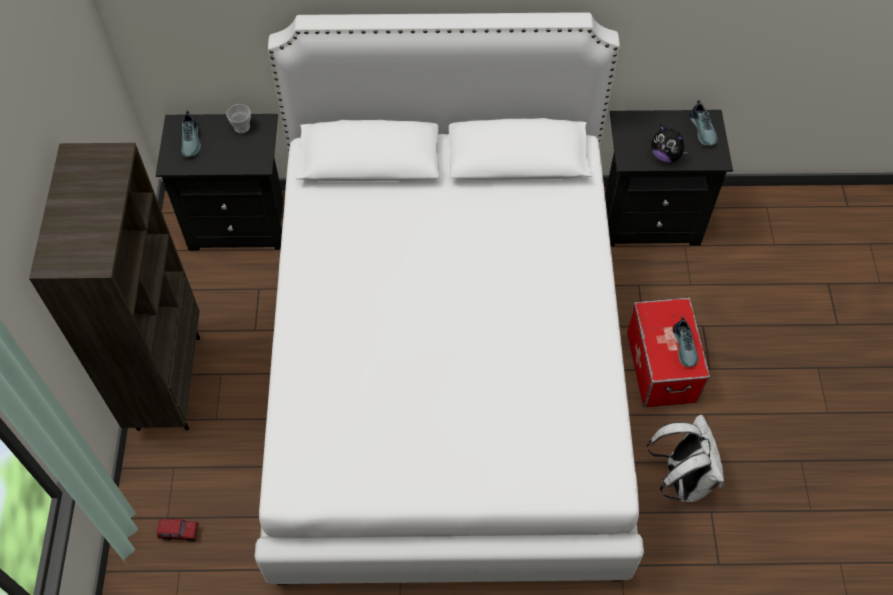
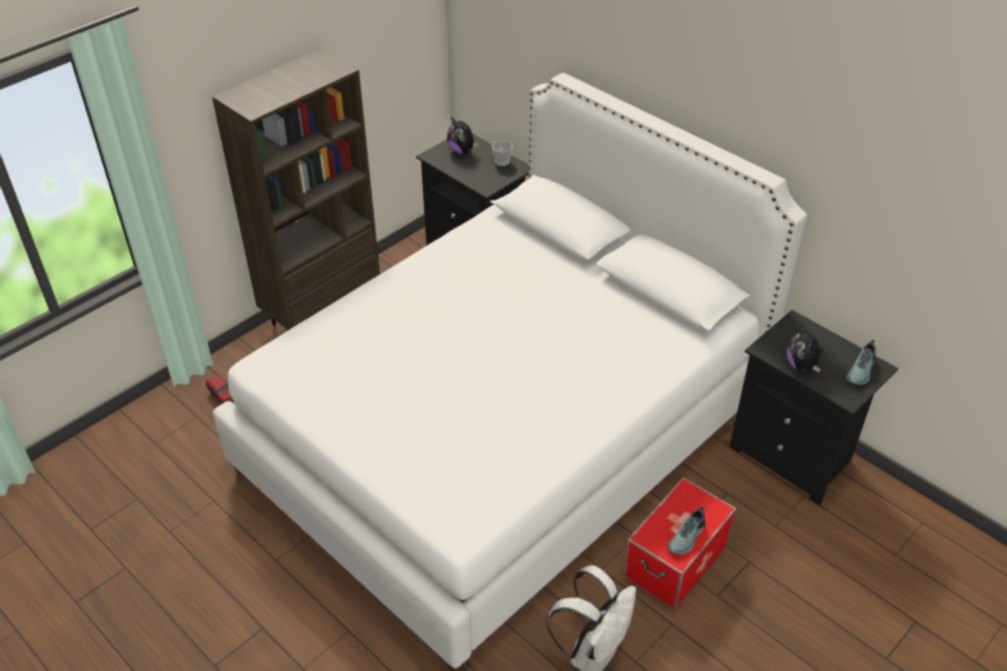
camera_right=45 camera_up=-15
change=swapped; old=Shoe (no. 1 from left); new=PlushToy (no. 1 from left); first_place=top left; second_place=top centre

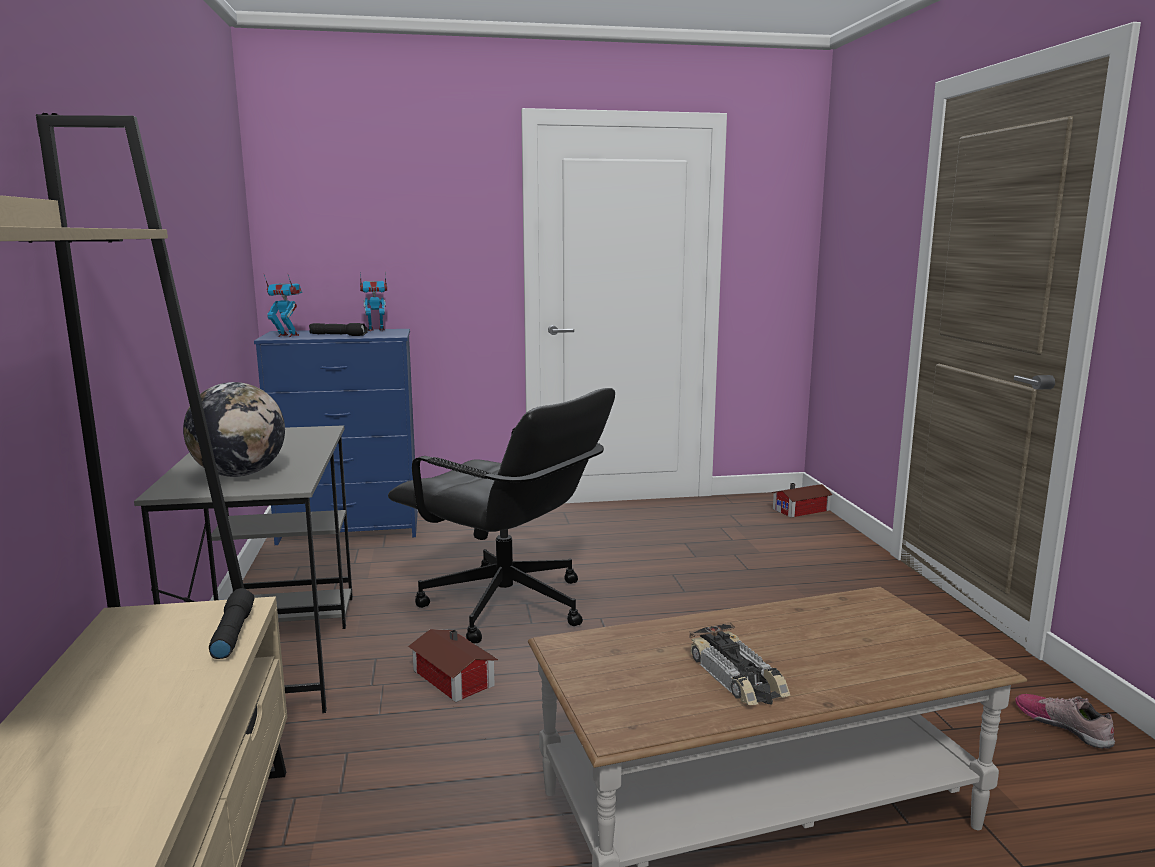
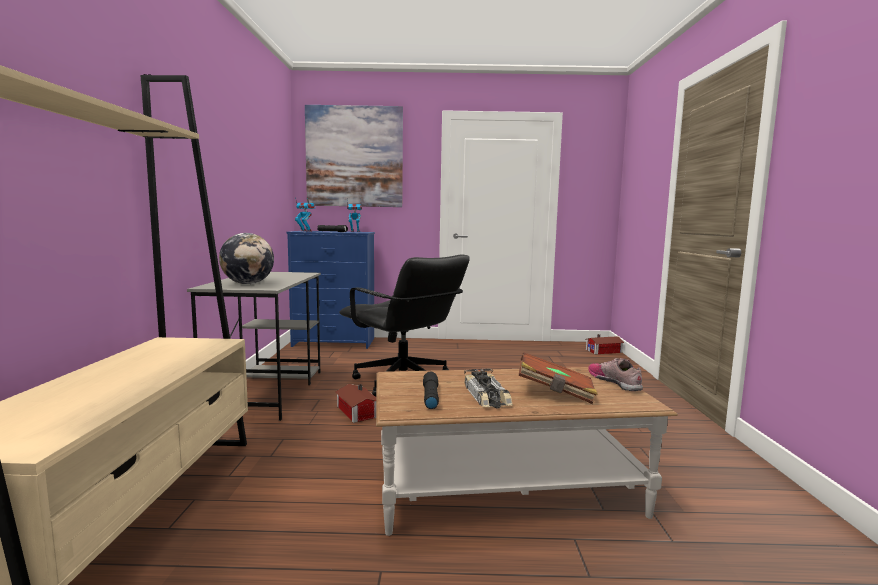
camera_right=10 camera_up=-5
change=shifted; old=BlackFlashlight (no. 1 from left in the first image); new=BlackFlashlight (no. 2 from left); first_place=bottom left; second_place=bottom centre
change=shifted; old=Shoe; first_place=bottom right; second_place=middle right
change=new; new=Picture; second_place=top centre
change=new; new=BrownBook; second_place=centre

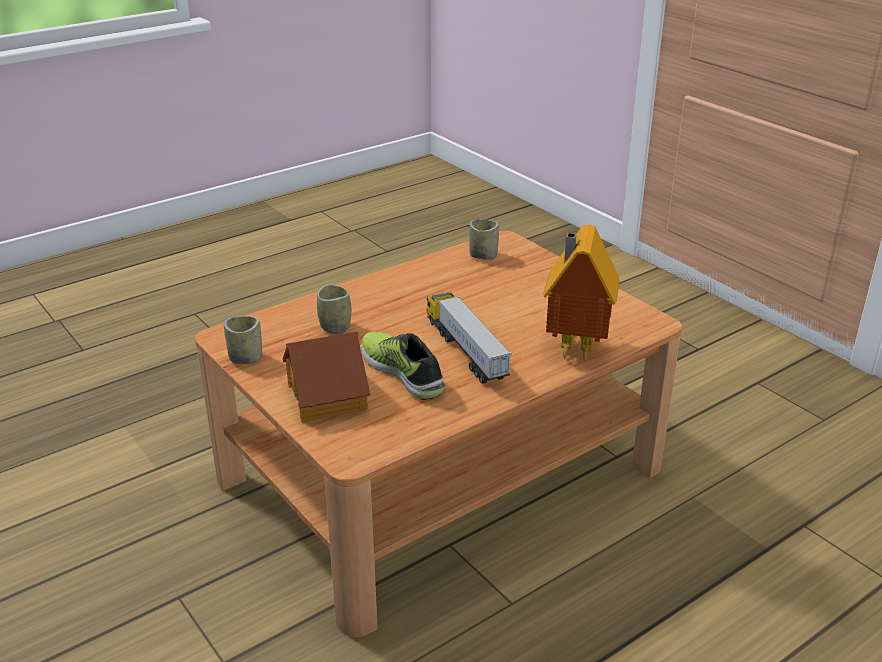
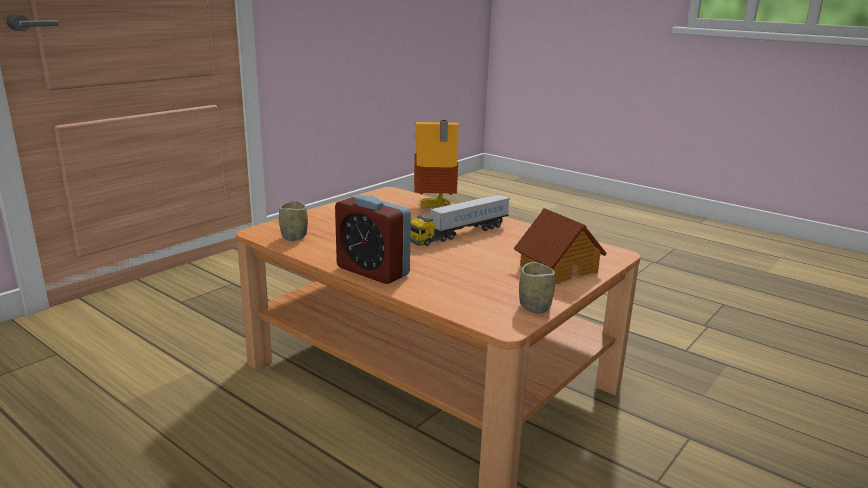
camera_right=-105 camera_up=-10
change=gone; old=Cup (no. 2 from left); first_place=centre
change=gone; old=Shoe; first_place=centre
change=new; new=AlarmClock; second_place=centre

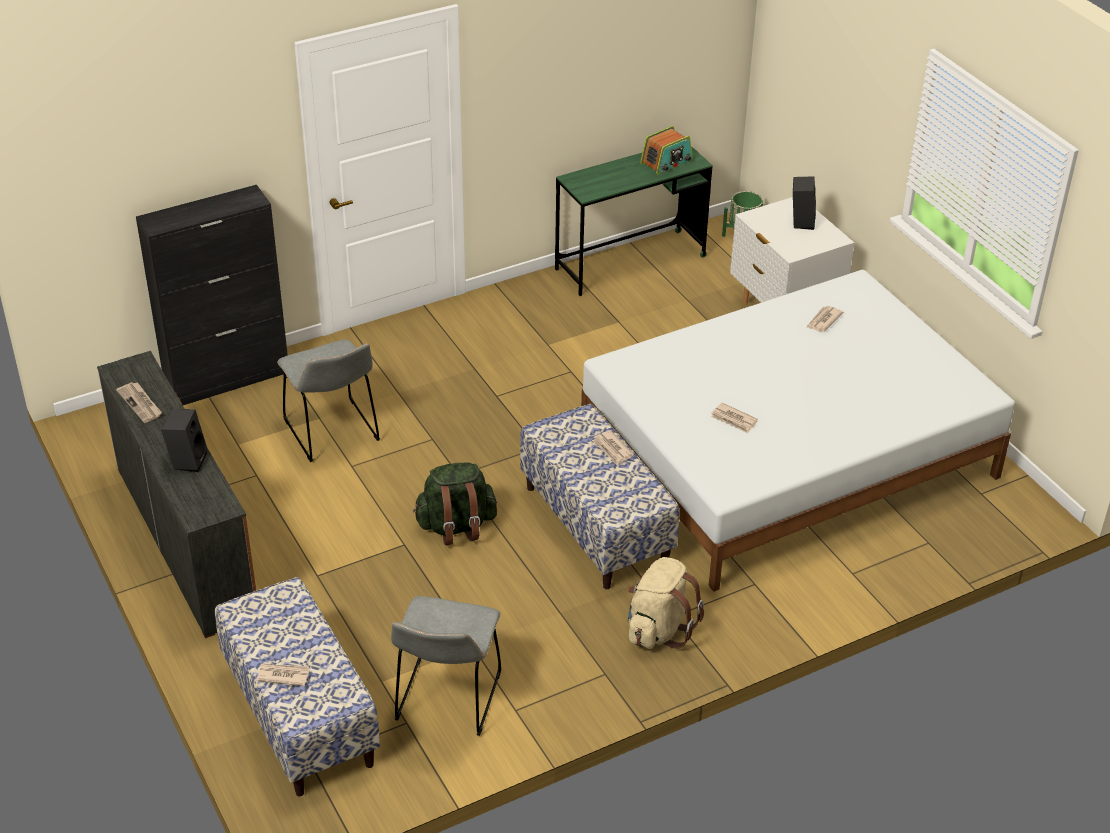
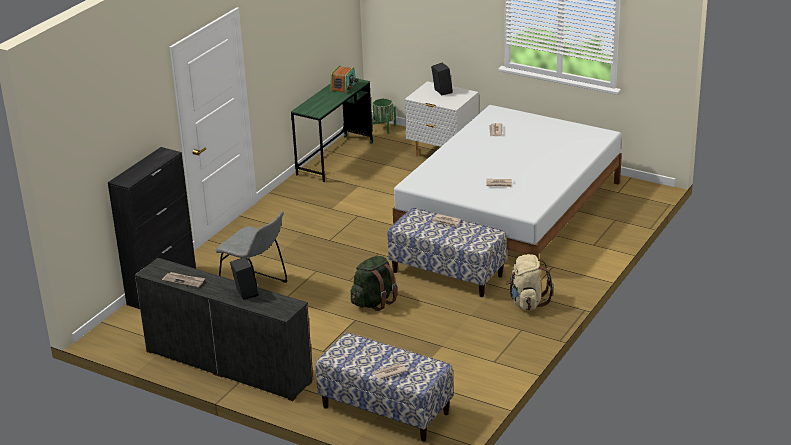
camera_right=-30 camera_up=-10
change=gone; old=GreyChair (no. 2 from left); first_place=bottom centre

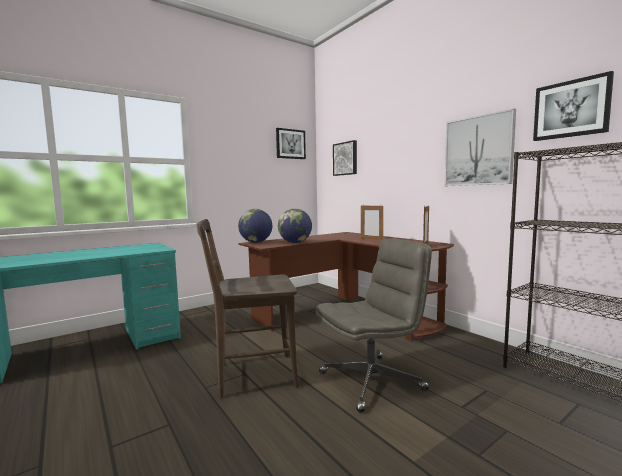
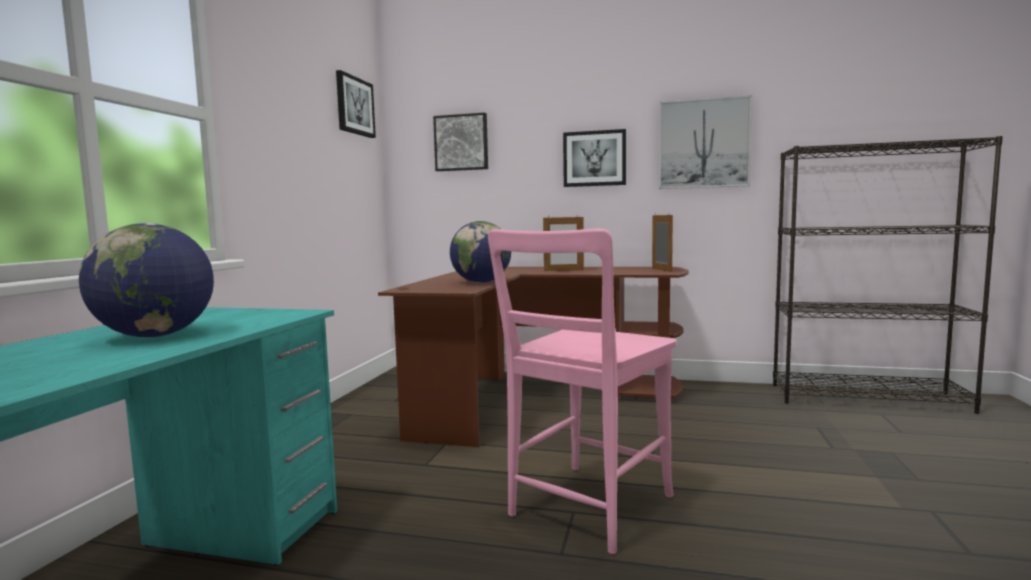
camera_right=-40 camera_up=0
change=shifted; old=Picture (no. 4 from left in the first image); new=Picture (no. 3 from left); first_place=top right; second_place=top centre
change=shifted; old=Globe (no. 1 from left); first_place=centre; second_place=middle left
change=repainted; old=BrownChair; new=PinkChair; first_place=centre; second_place=bottom centre
change=gone; old=GreyOfficeChair; first_place=bottom centre

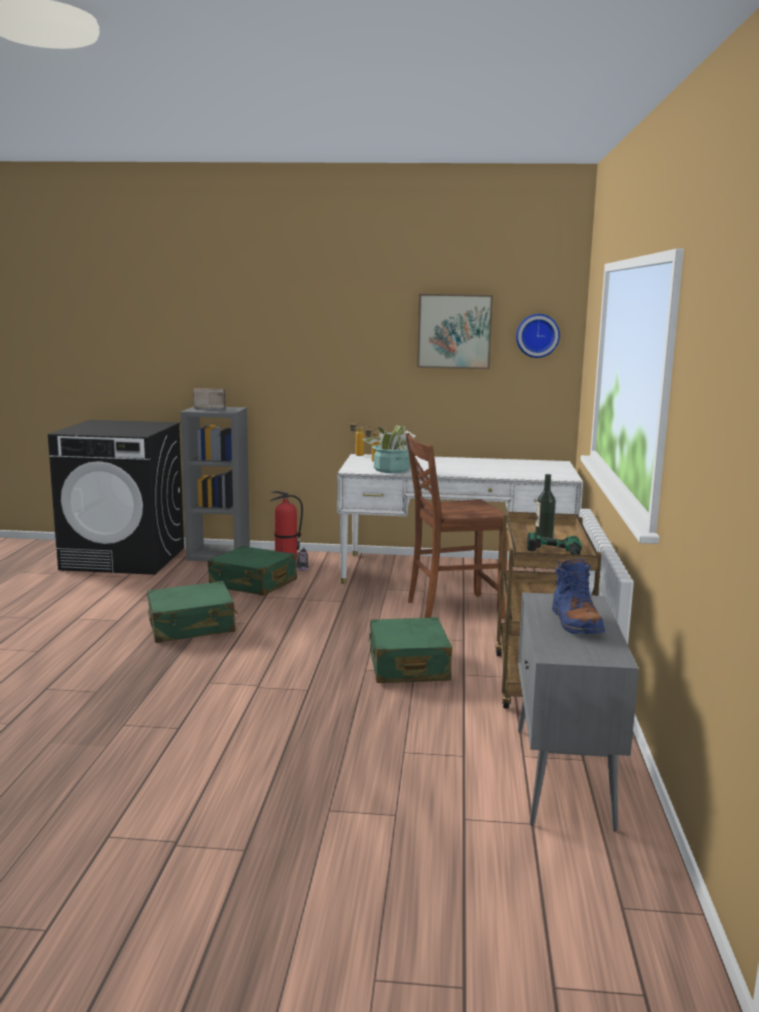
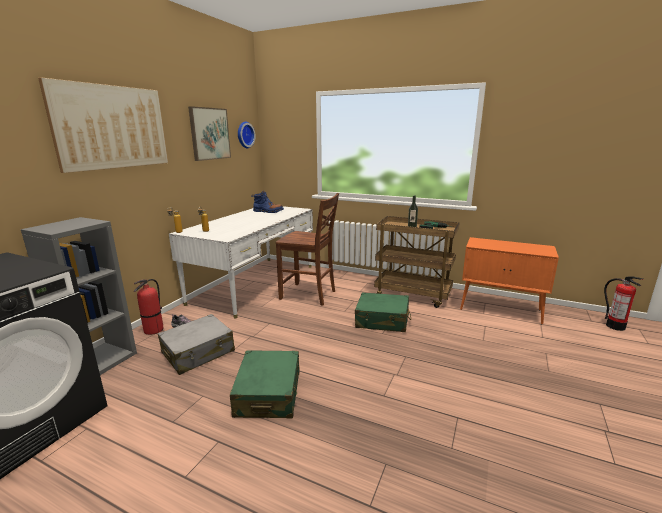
camera_right=-70 camera_up=5
change=gone; old=Radio; first_place=middle left
change=gone; old=PottedPlant; first_place=centre
change=rotated; old=BrownChair; first_place=centre; second_place=centre; degrees=-75
change=repainted; old=GreenSuitcase (no. 2 from left); new=GreySuitcase; first_place=middle left; second_place=bottom left
change=shifted; old=BlueBoot; first_place=middle right; second_place=centre
change=repainted; old=GreyCabinet; new=OrangeCabinet; first_place=bottom right; second_place=middle right
change=new; new=Picture (no. 1 from left); second_place=top left
change=new; new=FireExtinguisher (no. 2 from left); second_place=middle right

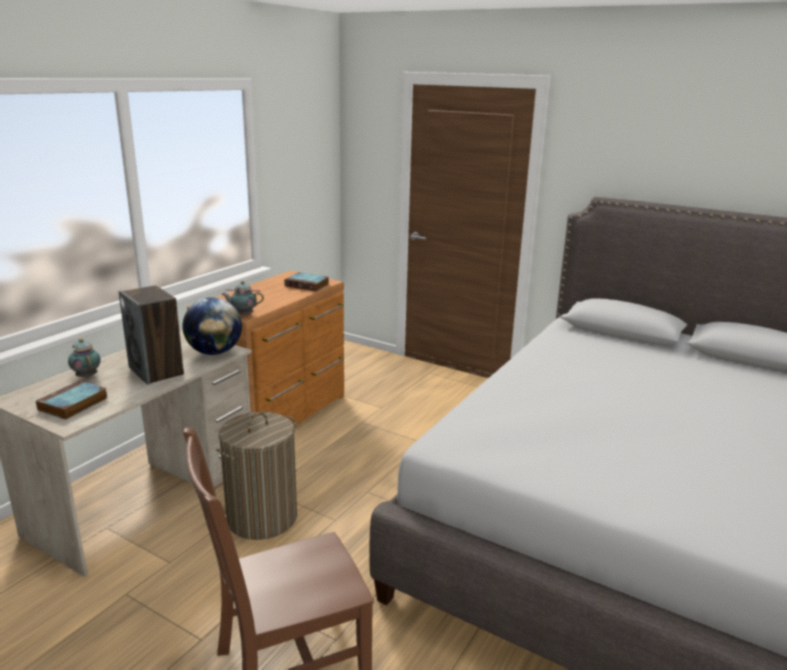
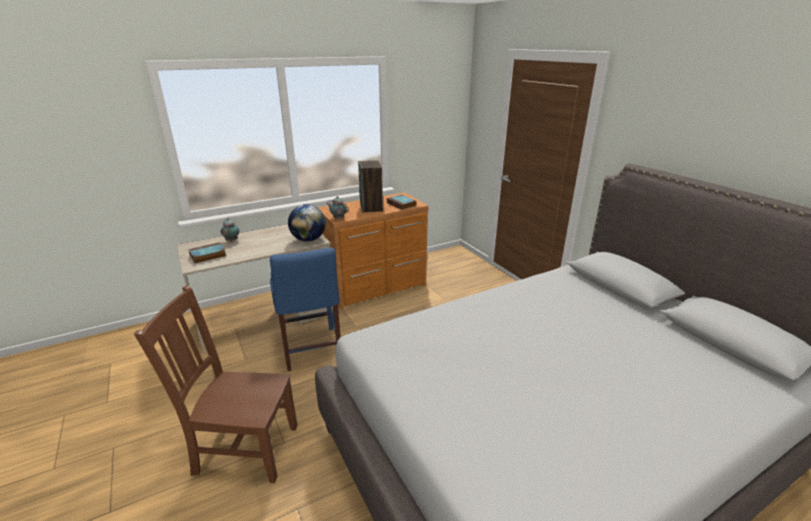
camera_right=30 camera_up=5
change=shifted; old=Speaker; first_place=middle left; second_place=centre
change=swapped; old=LaundryBasket; new=BlueChair; first_place=bottom left; second_place=centre

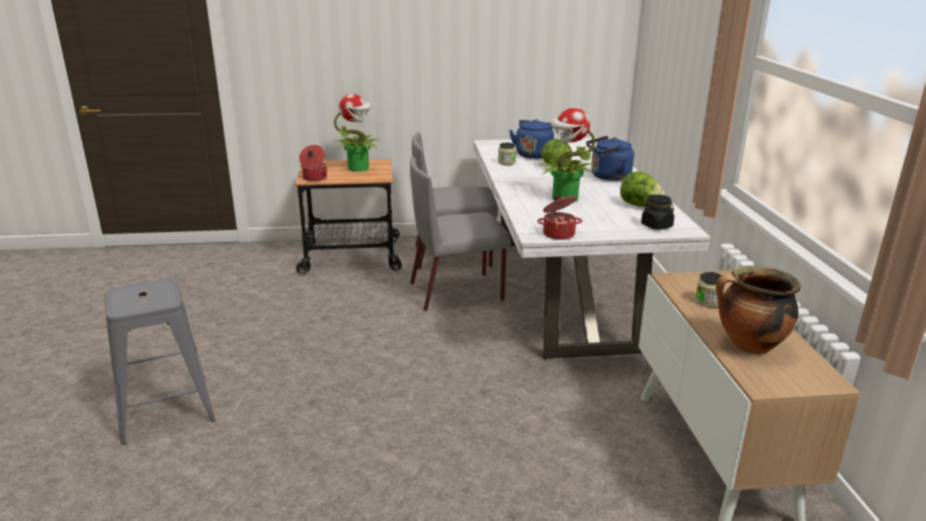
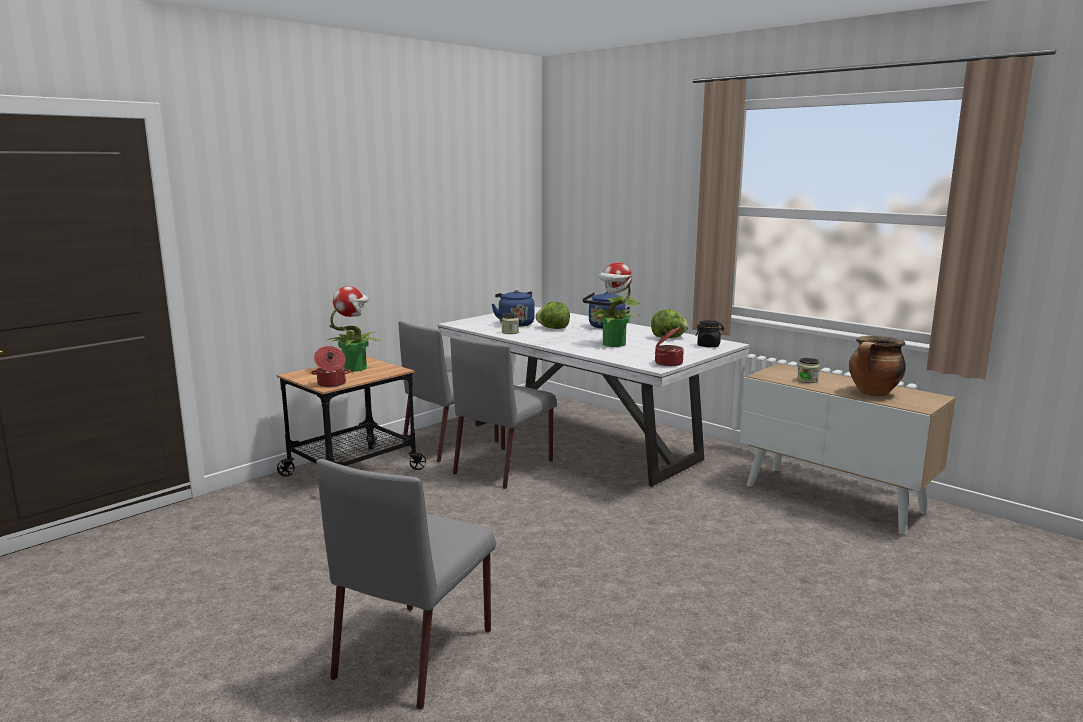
camera_right=-40 camera_up=-10
change=swapped; old=GreyStool; new=GreyChair (no. 1 from left); first_place=bottom left; second_place=bottom centre

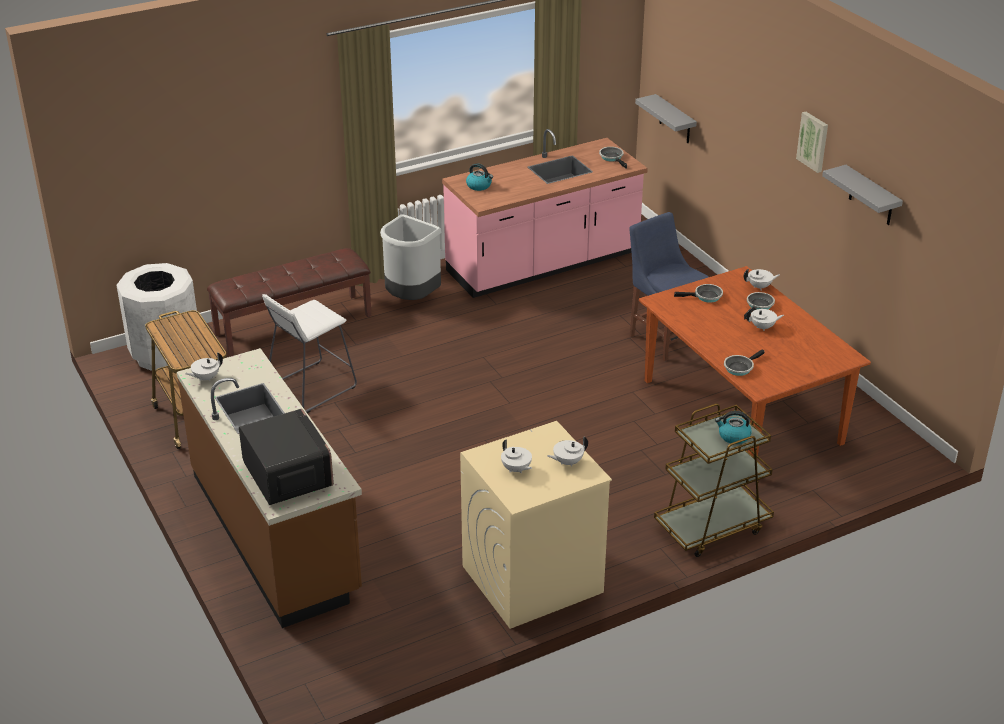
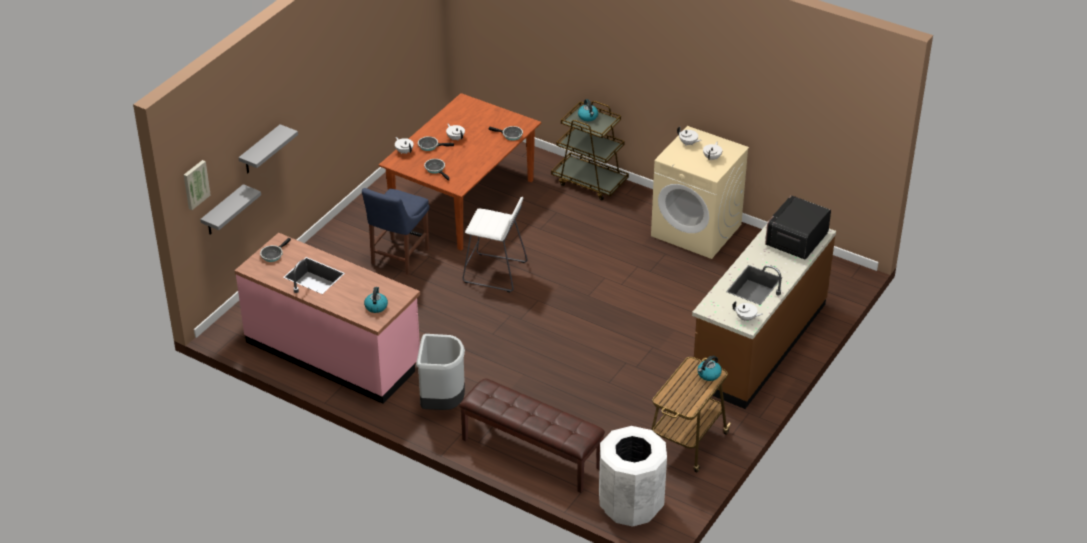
camera_right=-120 camera_up=5
change=shifted; old=Picture; first_place=top right; second_place=middle left
change=shifted; old=GreyShelf (no. 2 from left); first_place=top right; second_place=top left
change=shifted; old=WhiteStool; first_place=middle left; second_place=centre
change=new; new=Kettle (no. 3 from left); second_place=bottom centre

